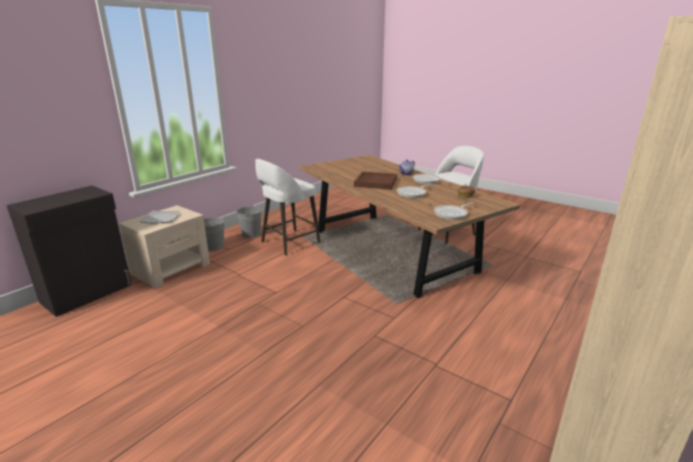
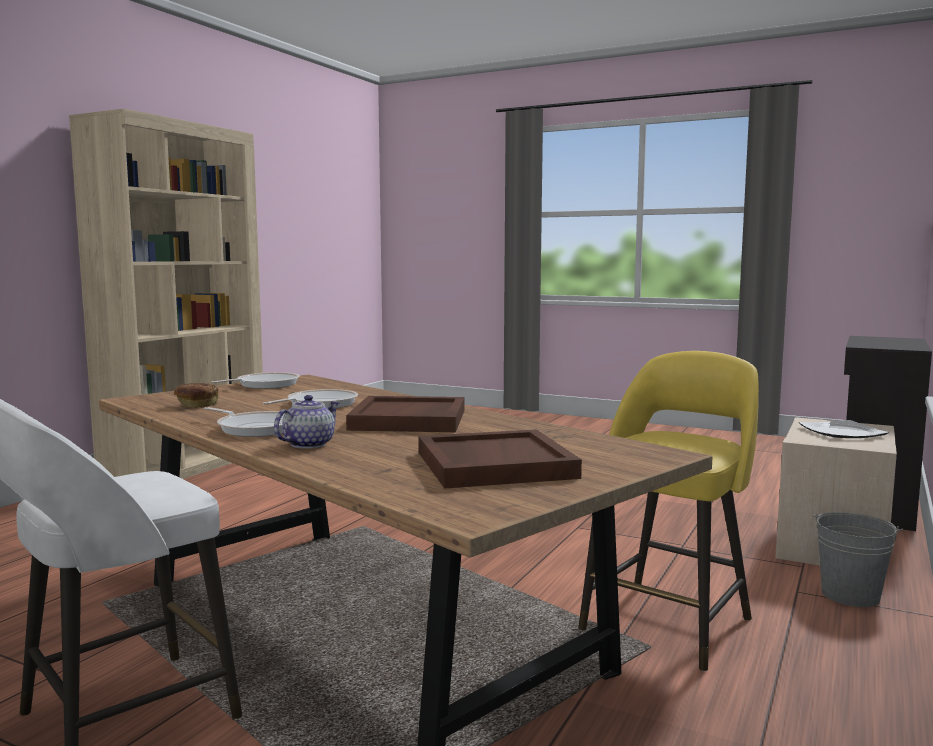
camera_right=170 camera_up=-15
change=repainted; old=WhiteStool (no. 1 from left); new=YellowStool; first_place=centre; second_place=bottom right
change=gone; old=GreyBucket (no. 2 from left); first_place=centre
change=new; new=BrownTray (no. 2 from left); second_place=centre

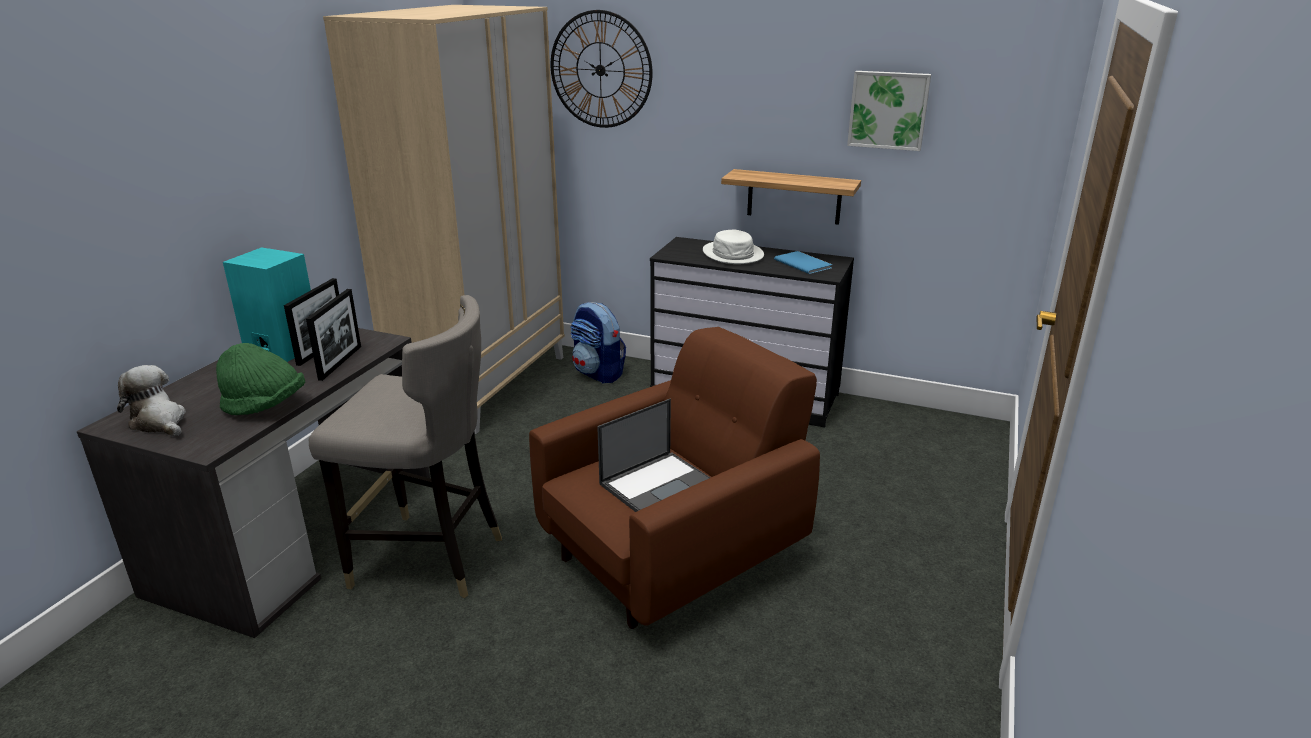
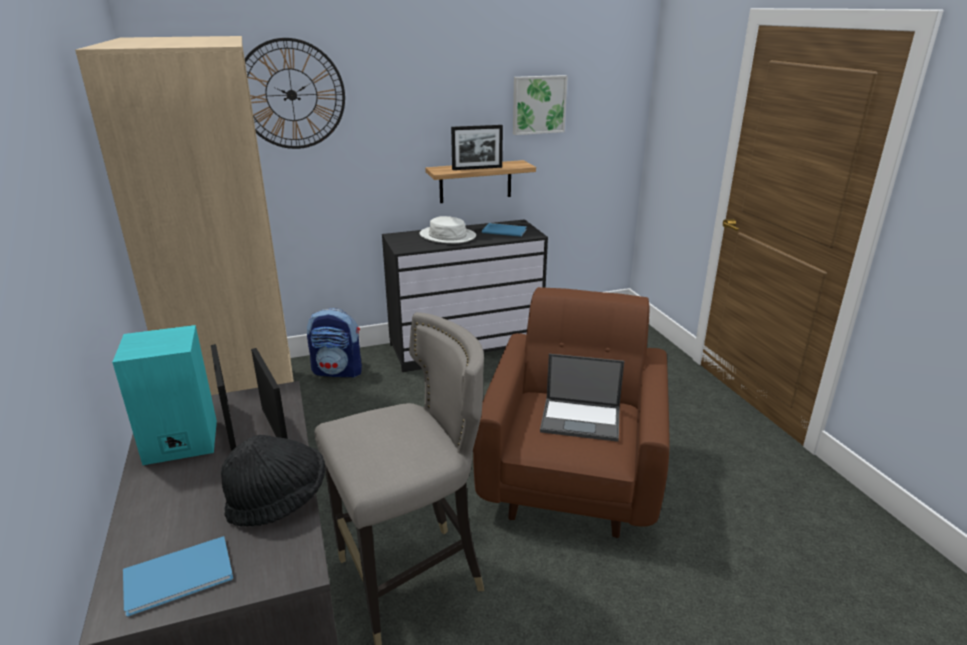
camera_right=-40 camera_up=0
change=repainted; old=GreenHat; new=BlackHat; first_place=middle left; second_place=bottom left
change=swapped; old=PlushToy; new=BlueBook (no. 1 from left); first_place=middle left; second_place=bottom left
change=rotated; old=Laptop; first_place=centre; second_place=centre; degrees=90
change=new; new=PictureFrame (no. 3 from left); second_place=top centre

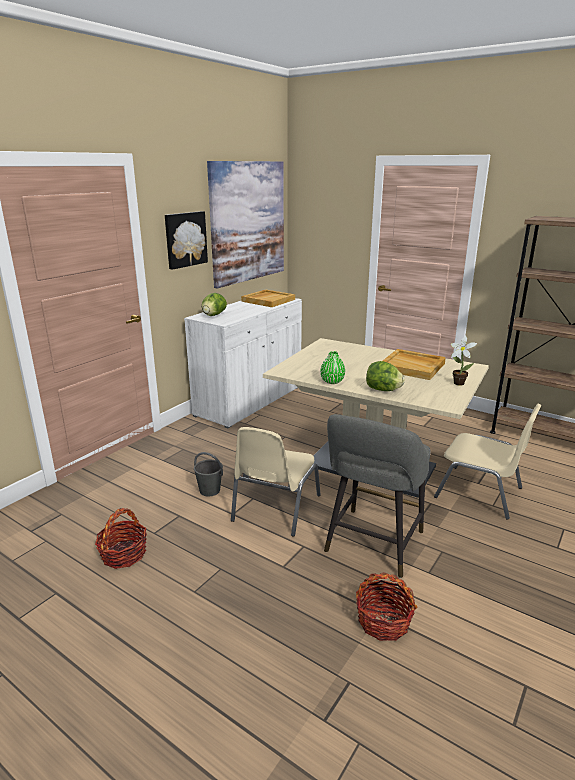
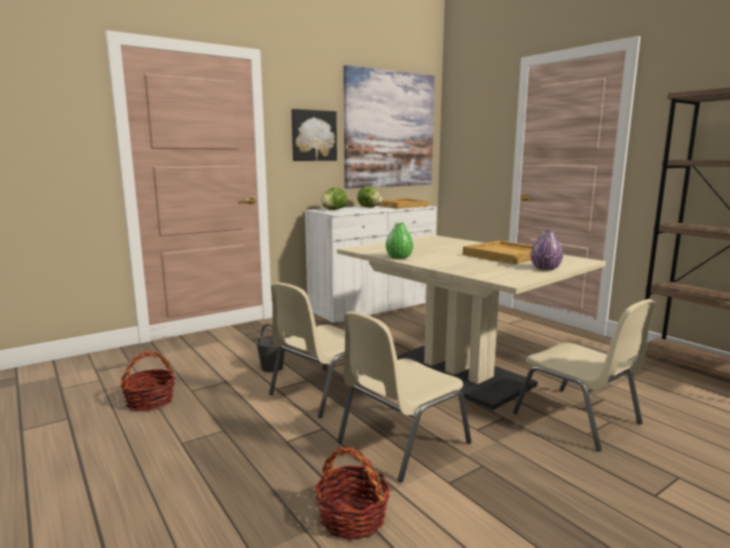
camera_right=20 camera_up=-10
change=swapped; old=PottedPlant; new=PurpleVase; first_place=middle right; second_place=middle right
change=shifted; old=Lettuce (no. 2 from left); first_place=middle right; second_place=centre
change=swapped; old=GreyStool; new=BeigeChair (no. 2 from left); first_place=centre; second_place=bottom centre

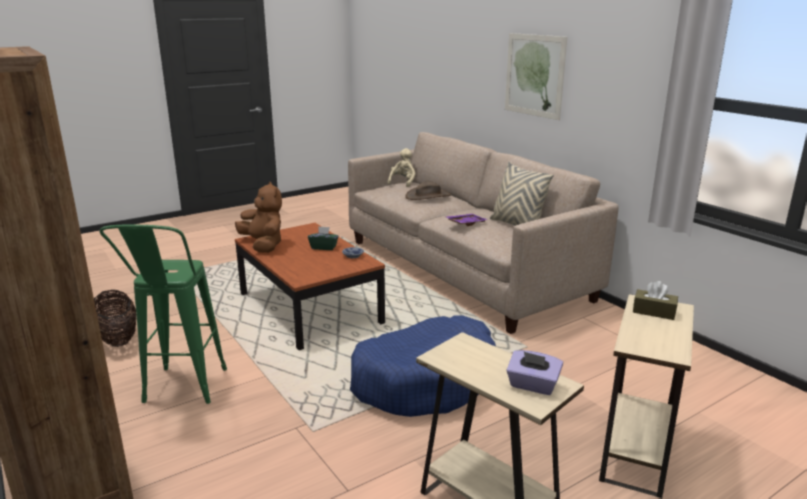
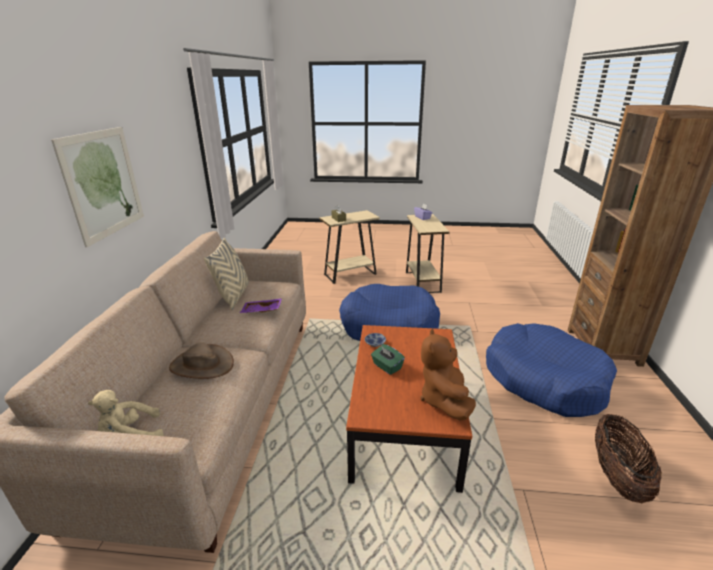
camera_right=-140 camera_up=5
change=swapped; old=GreenStool; new=BlueDogBed (no. 2 from left); first_place=middle left; second_place=middle right

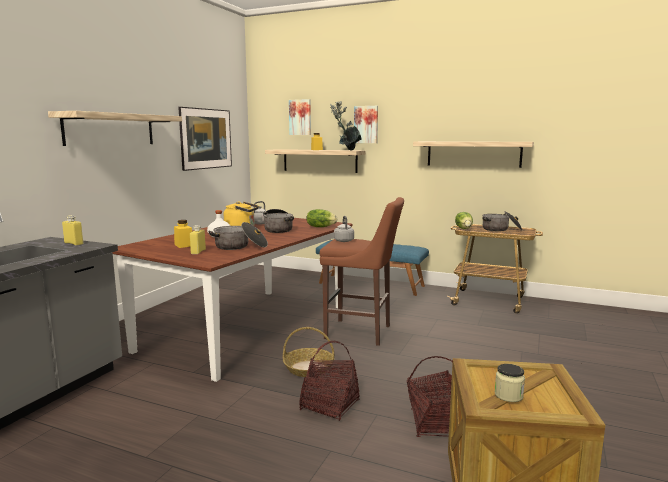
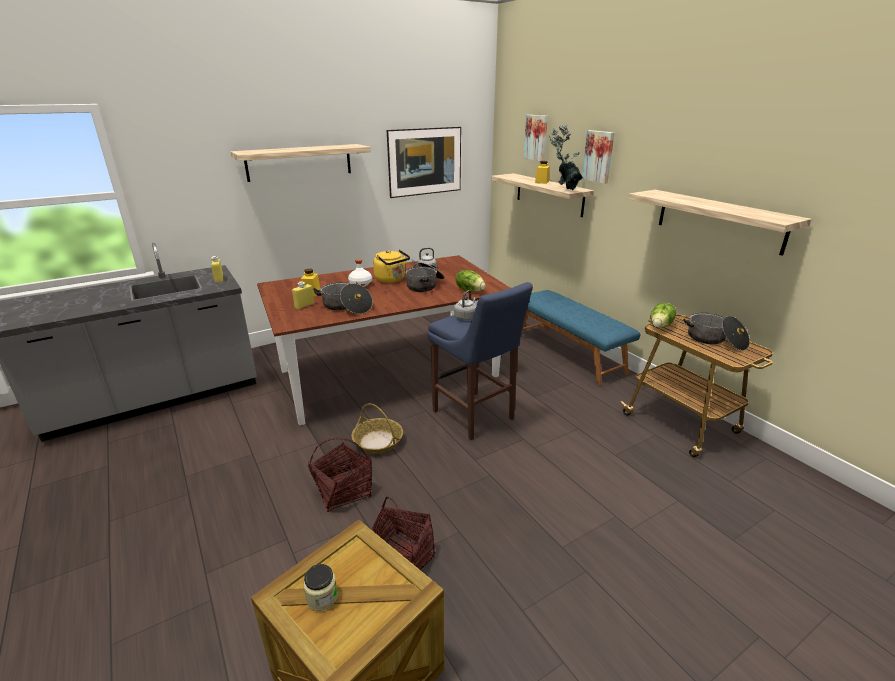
camera_right=35 camera_up=15
change=repainted; old=BrownStool; new=BlueStool; first_place=centre; second_place=centre

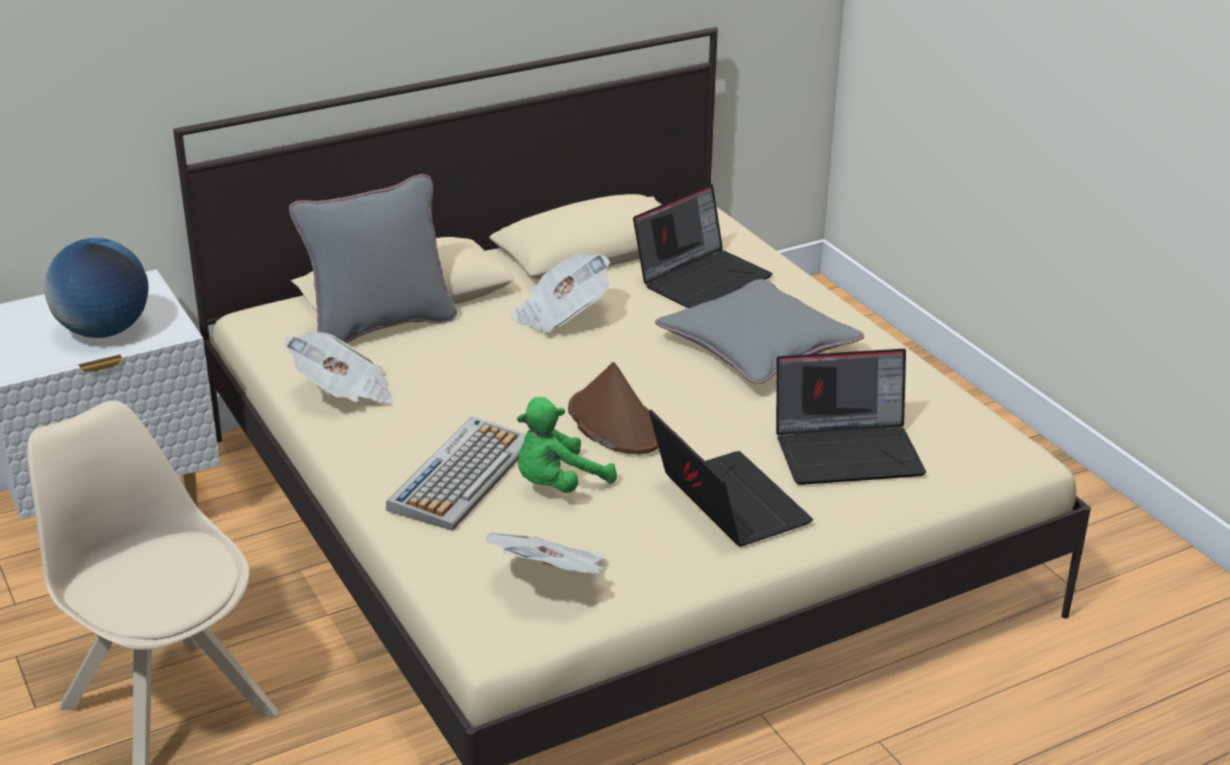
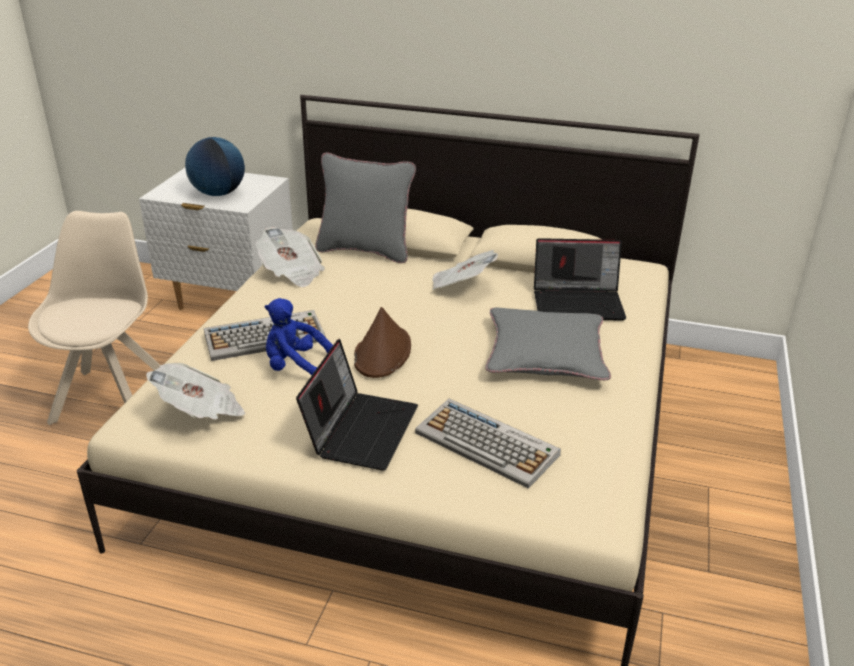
camera_right=45 camera_up=0
change=swapped; old=Laptop (no. 3 from left); new=Keyboard (no. 2 from left); first_place=middle right; second_place=bottom centre
change=repainted; old=GreenPlushToy; new=BluePlushToy; first_place=centre; second_place=centre

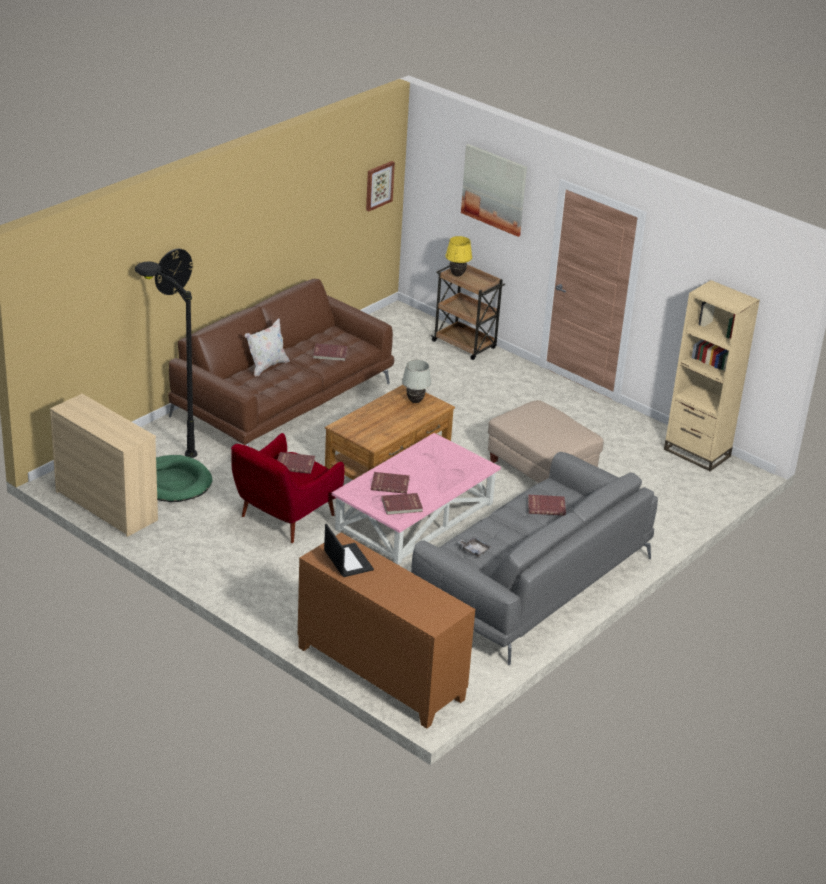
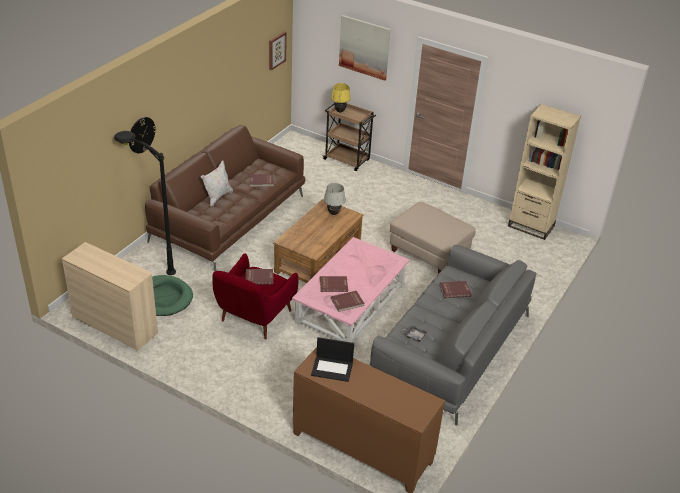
camera_right=-10 camera_up=5
change=rotated; old=Laptop; first_place=centre; second_place=bottom centre; degrees=135

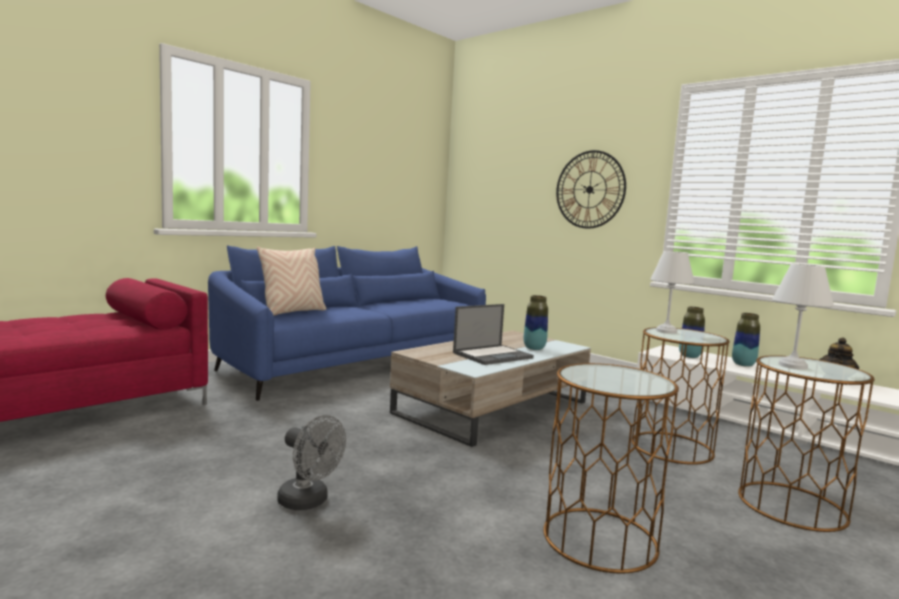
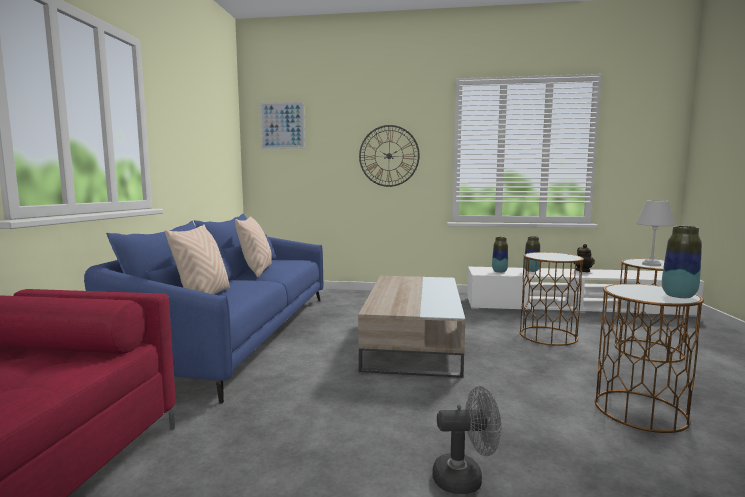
camera_right=-35 camera_up=0
change=gone; old=WhiteTableLamp (no. 1 from left); first_place=middle right
change=shifted; old=Vase (no. 1 from left in the first image); new=Vase (no. 3 from left); first_place=centre; second_place=middle right
change=gone; old=Laptop; first_place=centre
change=new; new=Picture; second_place=top centre
change=new; new=BeigePillow (no. 2 from left); second_place=centre

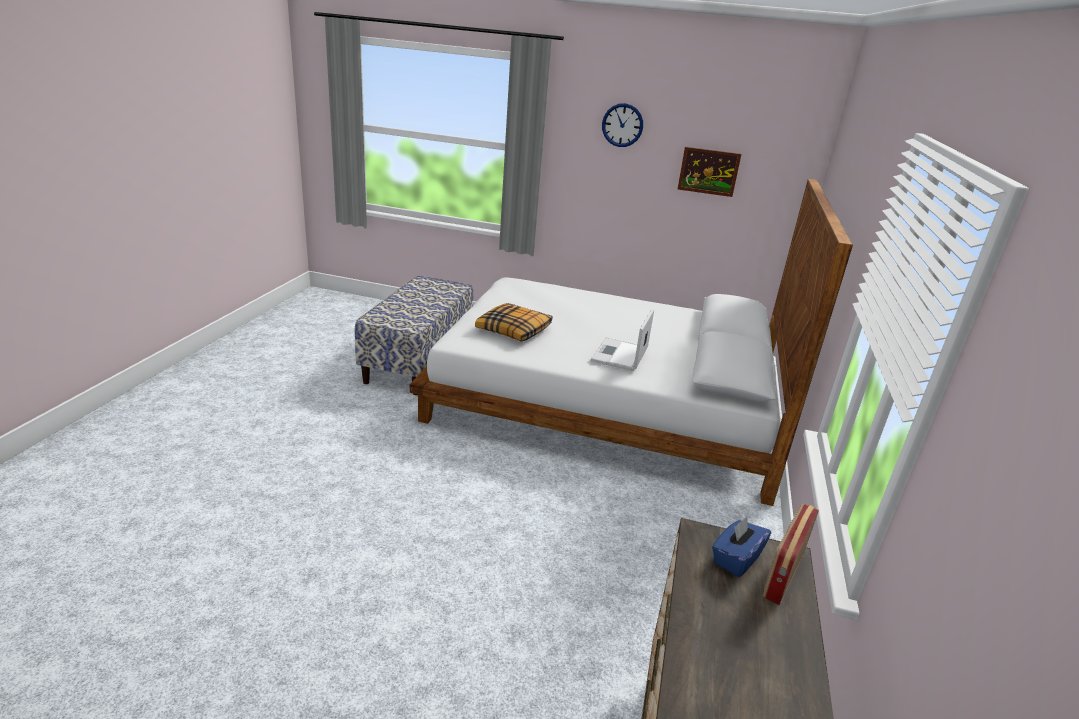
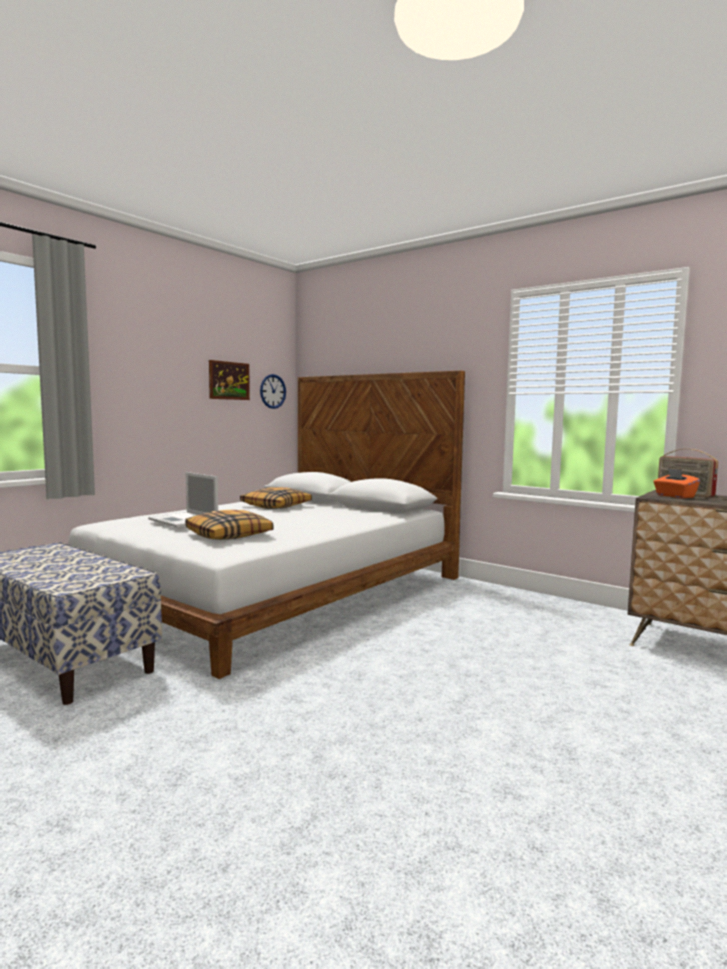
camera_right=-65 camera_up=-20
change=shifted; old=WallClock; first_place=top centre; second_place=centre
change=shifted; old=Laptop; first_place=centre; second_place=middle left
change=repainted; old=BlueTissueBox; new=OrangeTissueBox; first_place=bottom right; second_place=middle right
change=new; new=Pillow (no. 2 from left); second_place=centre

